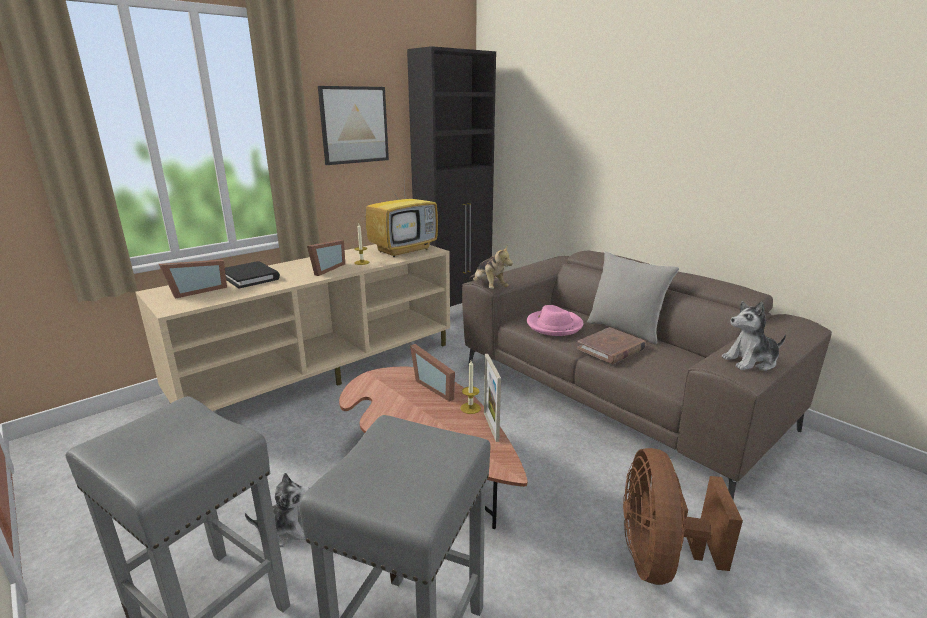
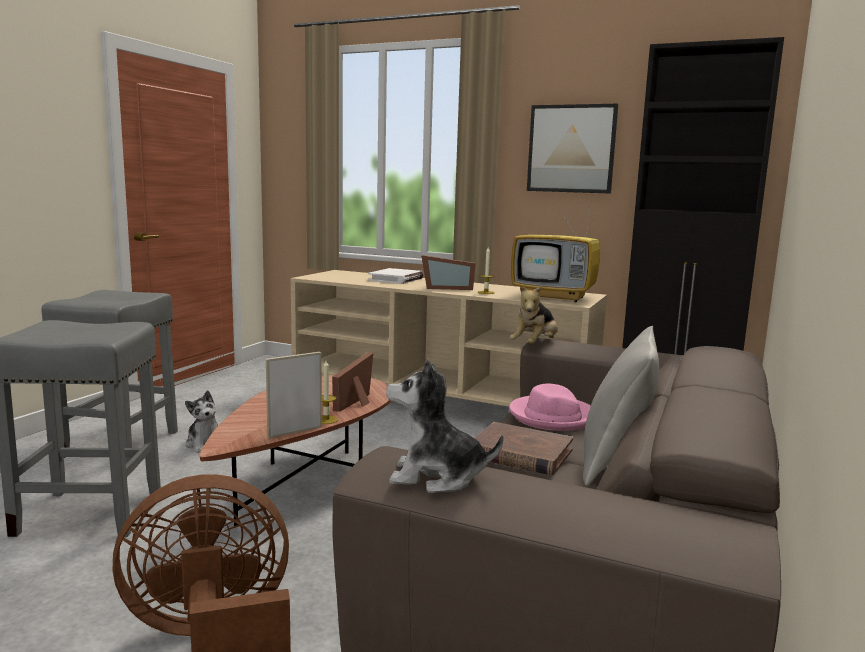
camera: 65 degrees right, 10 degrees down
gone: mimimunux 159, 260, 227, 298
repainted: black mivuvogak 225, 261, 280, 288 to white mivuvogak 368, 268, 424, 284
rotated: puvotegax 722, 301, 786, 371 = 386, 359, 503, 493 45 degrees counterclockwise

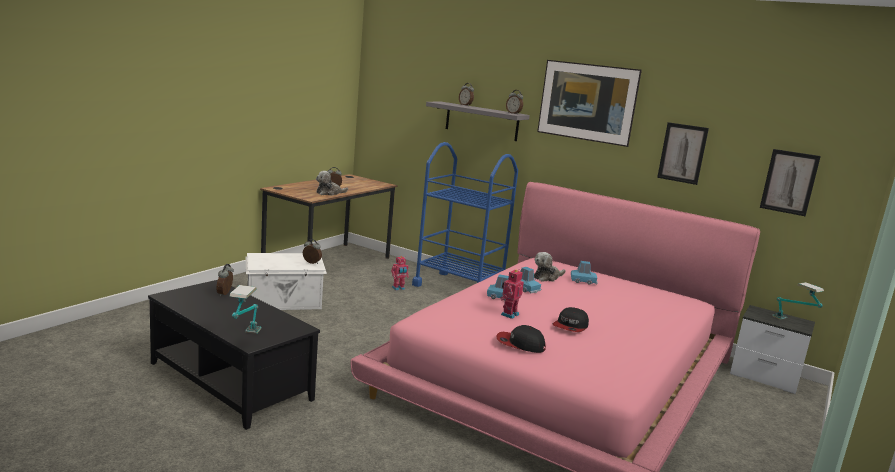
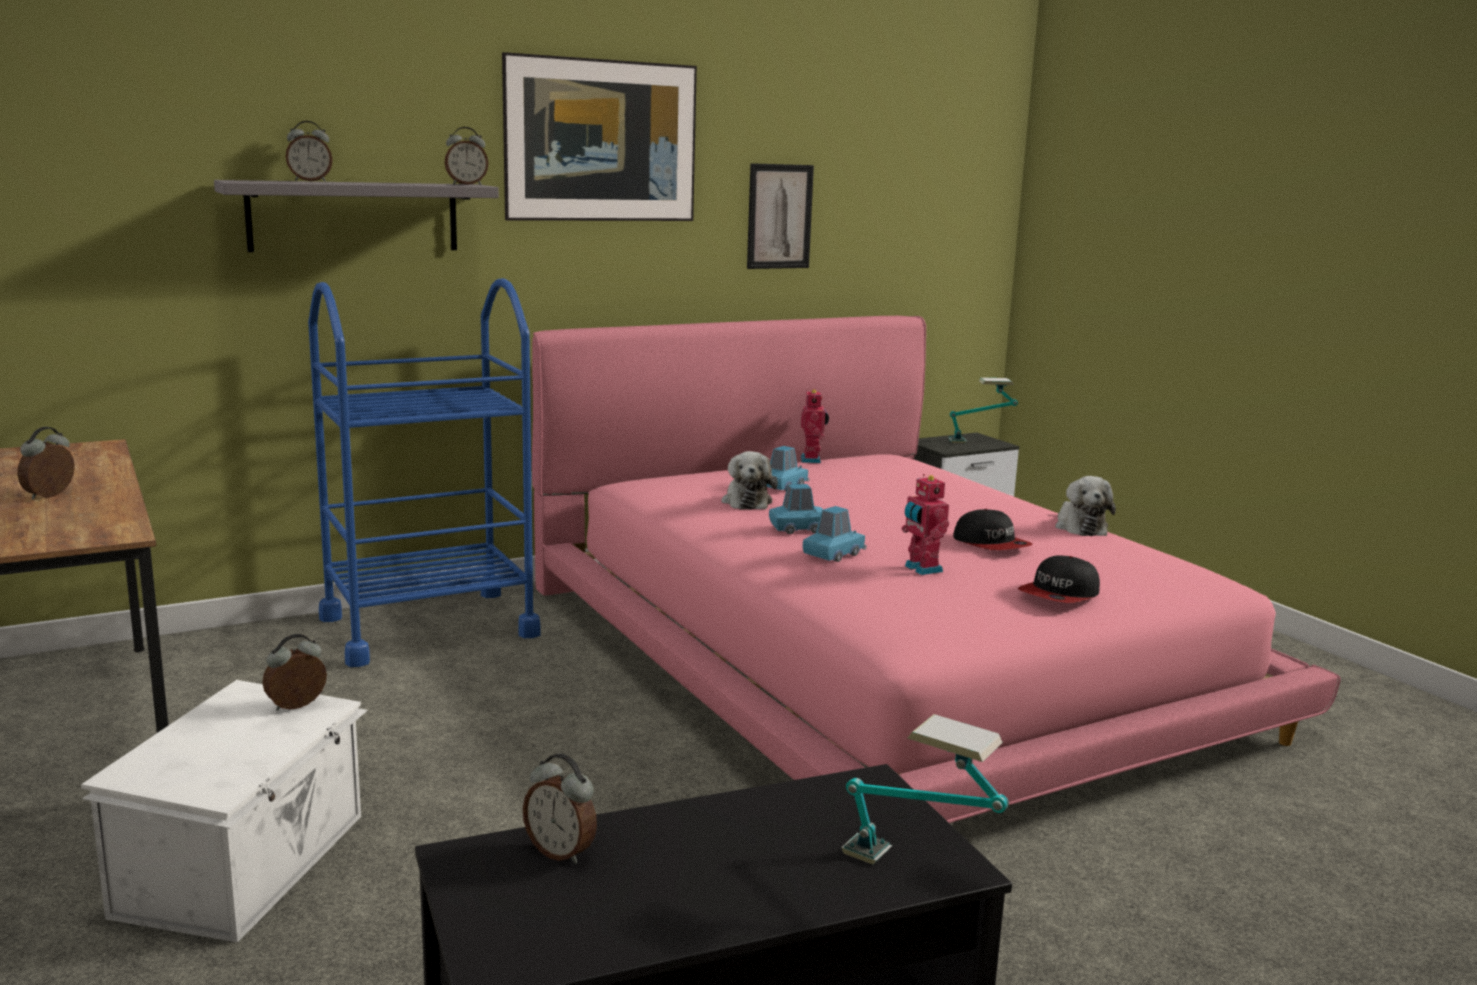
camera: 60 degrees left, 0 degrees up
gone: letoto 760, 149, 821, 216
shifted: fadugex 391, 256, 409, 290 to 800, 389, 829, 463; puvotegax 316, 171, 348, 195 to 1055, 476, 1116, 536

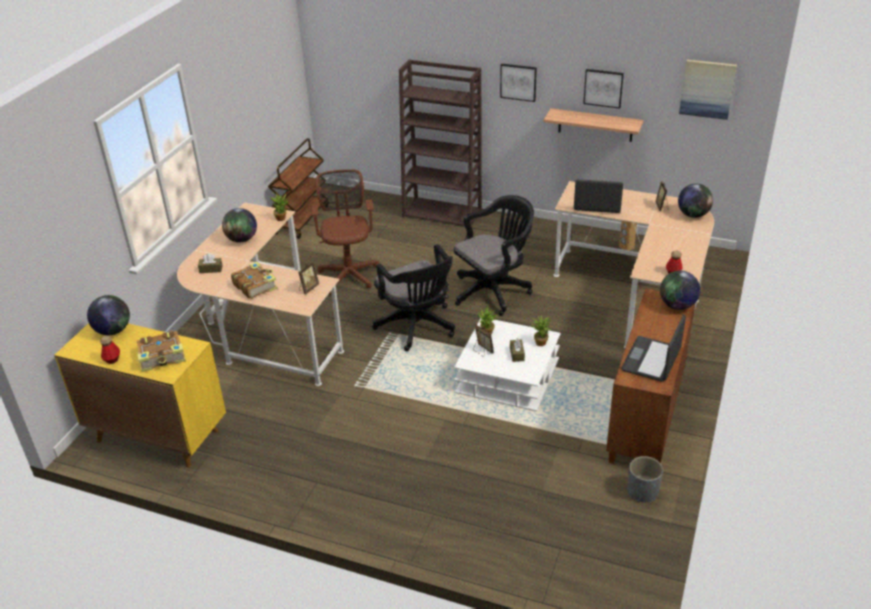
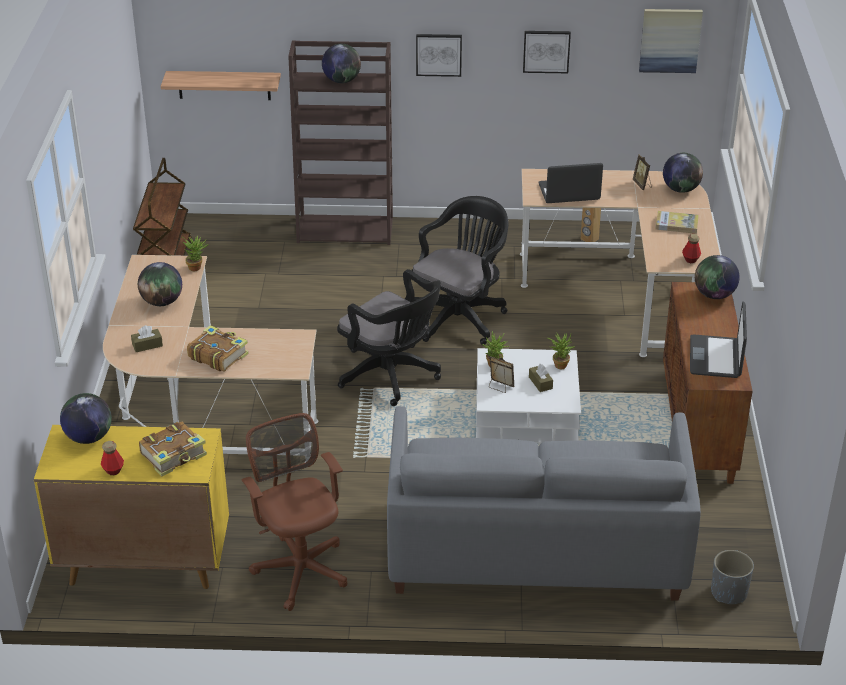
camera: 20 degrees left, 0 degrees up
gone: mimimunux 299, 261, 319, 295
new: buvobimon 322, 44, 361, 83; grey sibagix 387, 406, 701, 601; mivuvogak 655, 211, 699, 234
shifted: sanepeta 544, 108, 643, 142 to 161, 71, 281, 100; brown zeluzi 311, 169, 379, 295 to 242, 413, 347, 611; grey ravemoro 627, 456, 663, 503 to 711, 550, 754, 604

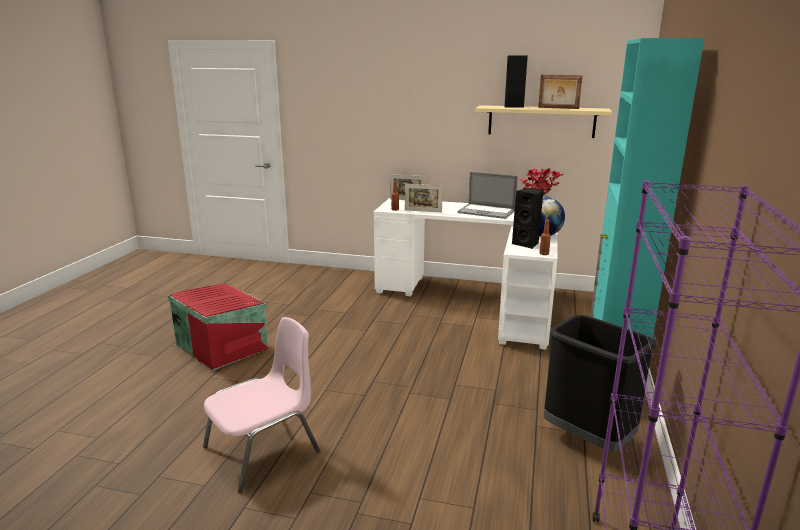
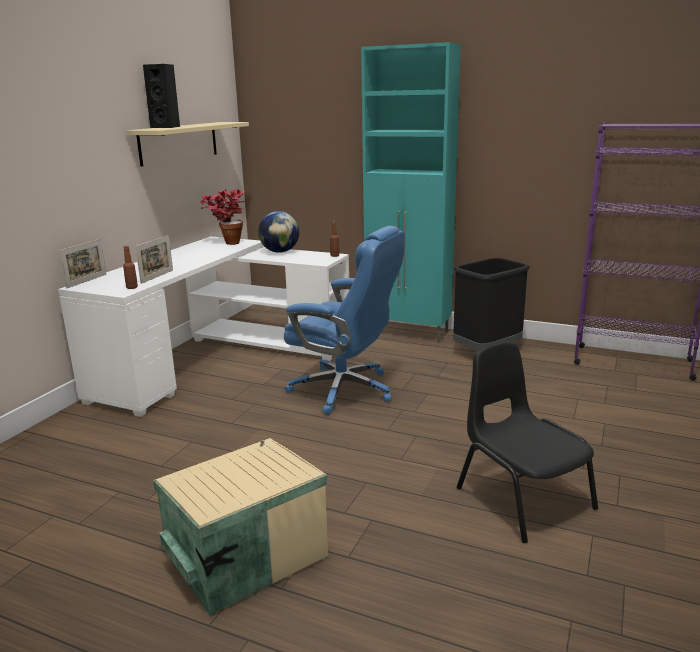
camera: 80 degrees left, 0 degrees up
gone: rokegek 458, 172, 518, 219; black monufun 512, 188, 543, 249; mimimunux 538, 75, 583, 109
new: blue zeluzi 284, 226, 405, 415
repainted: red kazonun 168, 283, 268, 371 to beige kazonun 153, 438, 328, 617; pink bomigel 203, 317, 320, 492 to black bomigel 457, 342, 598, 543

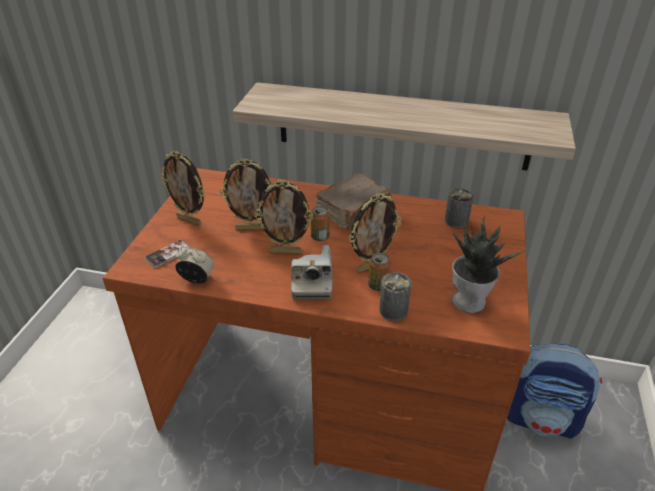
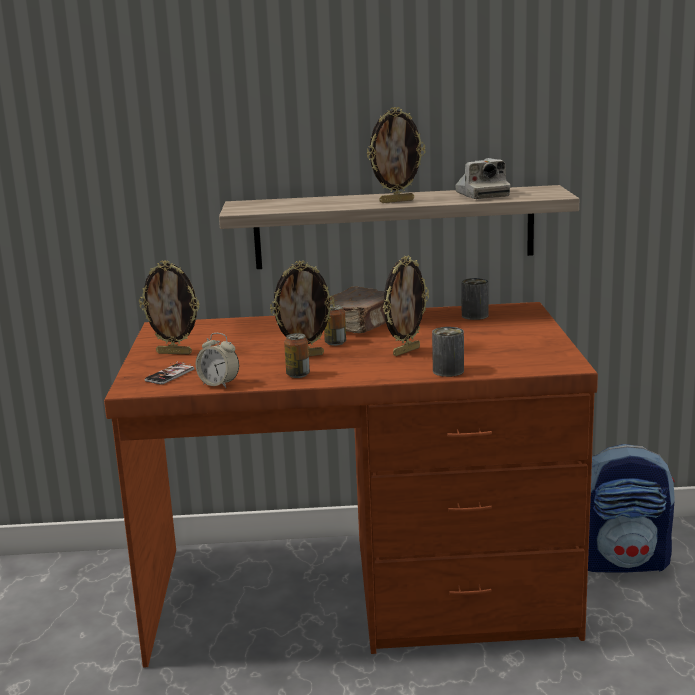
camera: 15 degrees left, 20 degrees down
gone: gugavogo 452, 216, 525, 313
shifted: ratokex 368, 253, 391, 291 to 284, 333, 310, 378; mimimunux 220, 158, 271, 230 to 367, 107, 425, 203; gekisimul 291, 245, 333, 300 to 455, 158, 511, 199
rotated: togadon 175, 247, 214, 284 = 196, 333, 239, 388 150 degrees counterclockwise

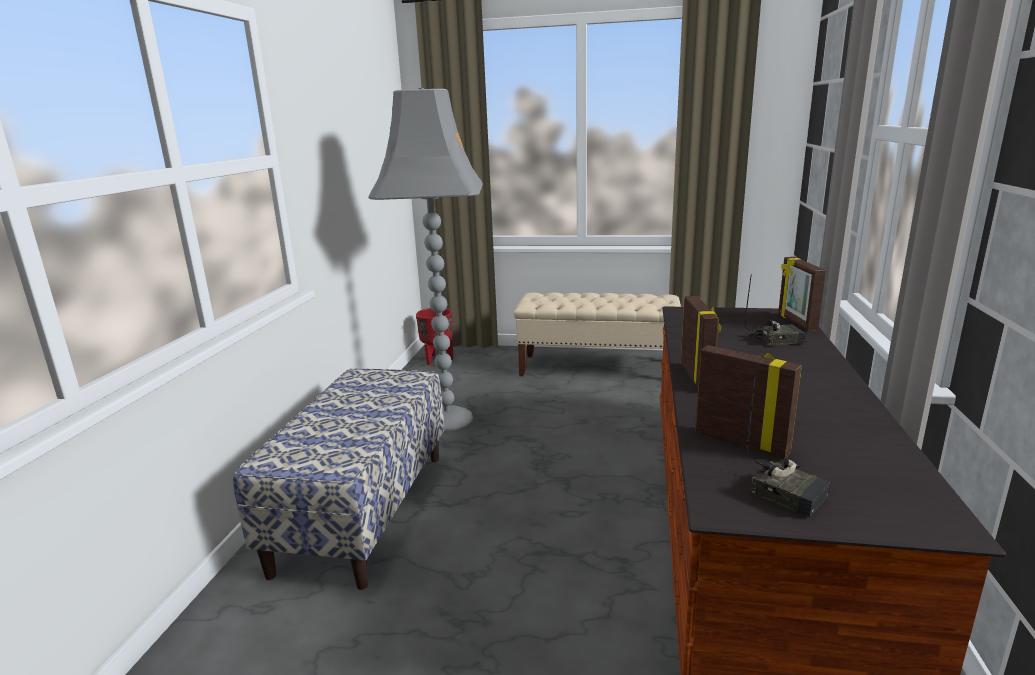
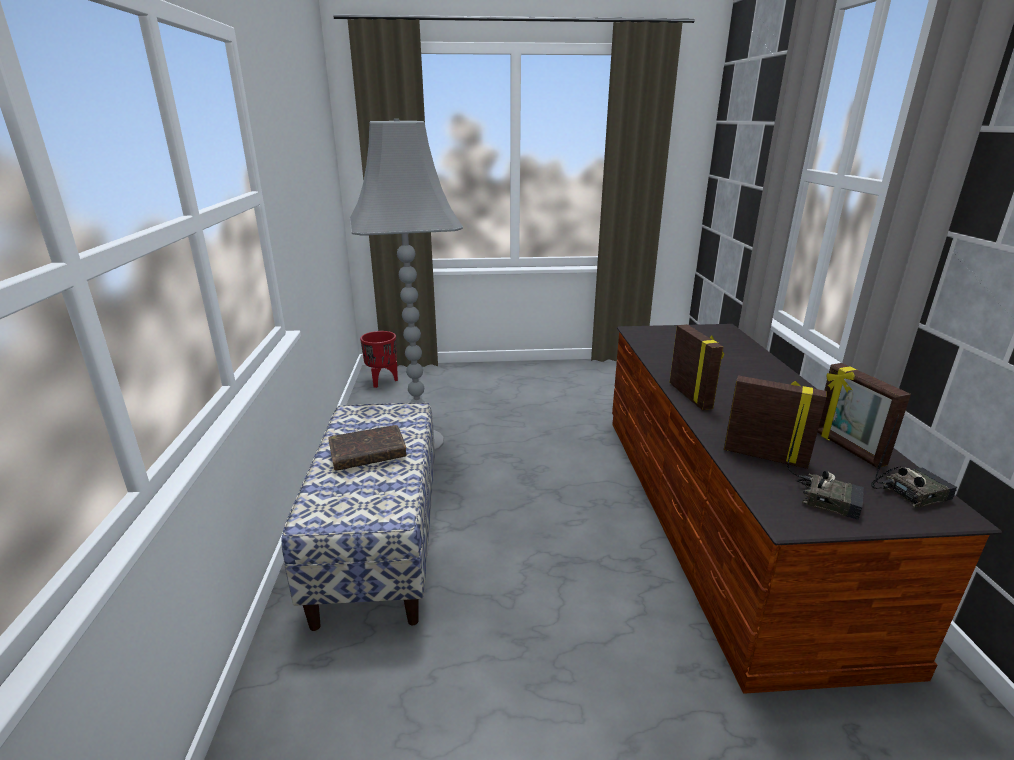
camera: 15 degrees left, 5 degrees up
gone: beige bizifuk 514, 292, 681, 376
new: brown mivuvogak 328, 425, 407, 470
shifted: mimimunux 778, 257, 826, 331 to 818, 363, 911, 468; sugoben 745, 274, 806, 345 to 871, 414, 957, 508

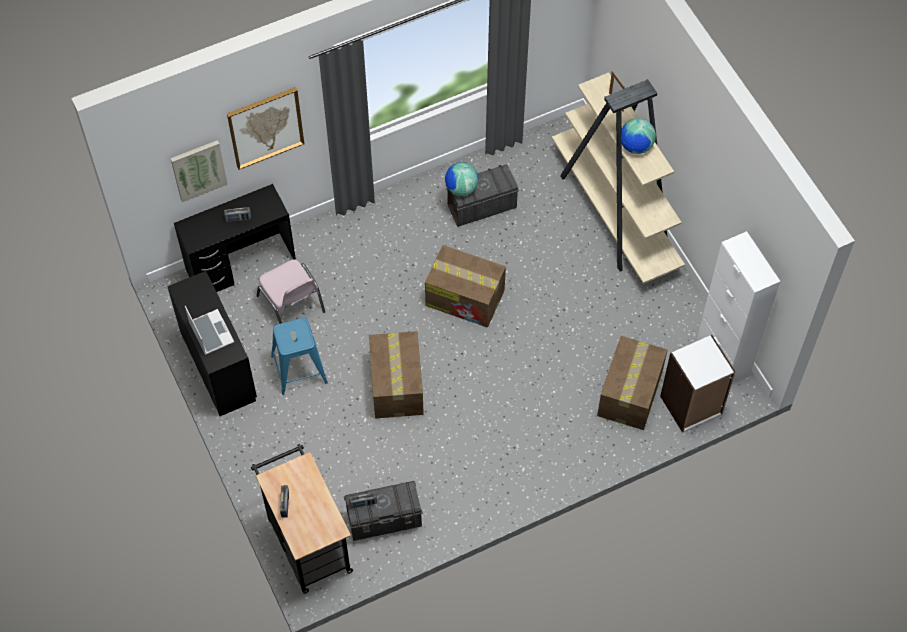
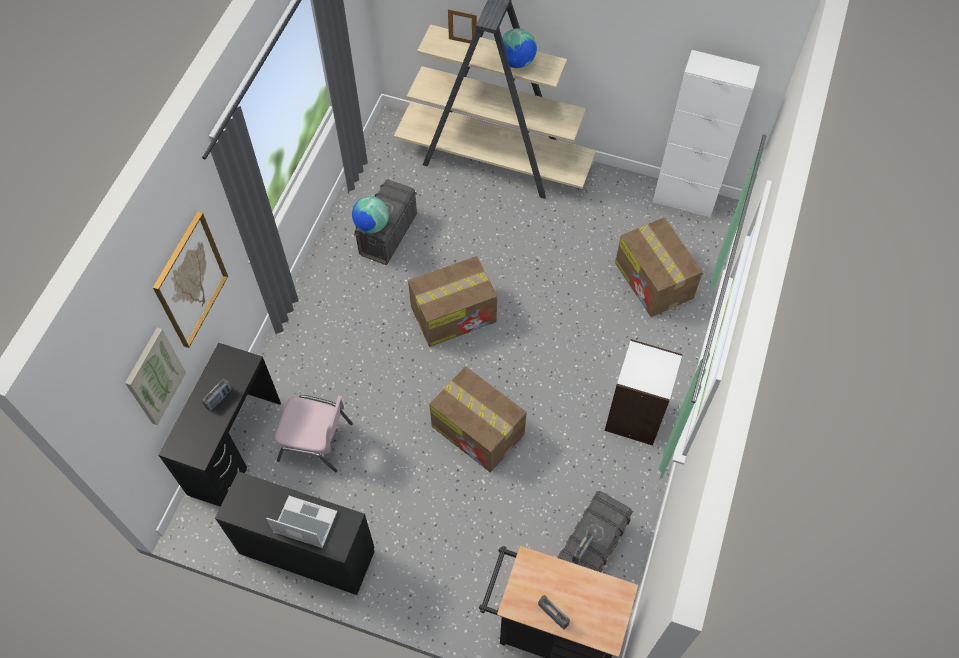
camera: 45 degrees left, 0 degrees up
gone: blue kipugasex 271, 318, 328, 395
shifted: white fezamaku 660, 335, 736, 433 to 605, 339, 683, 446

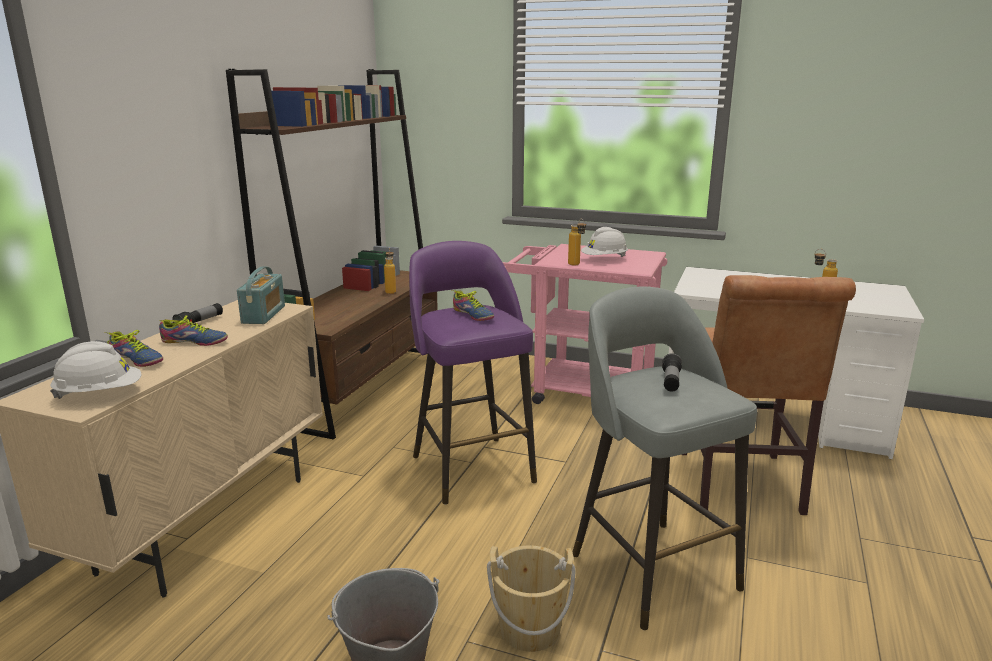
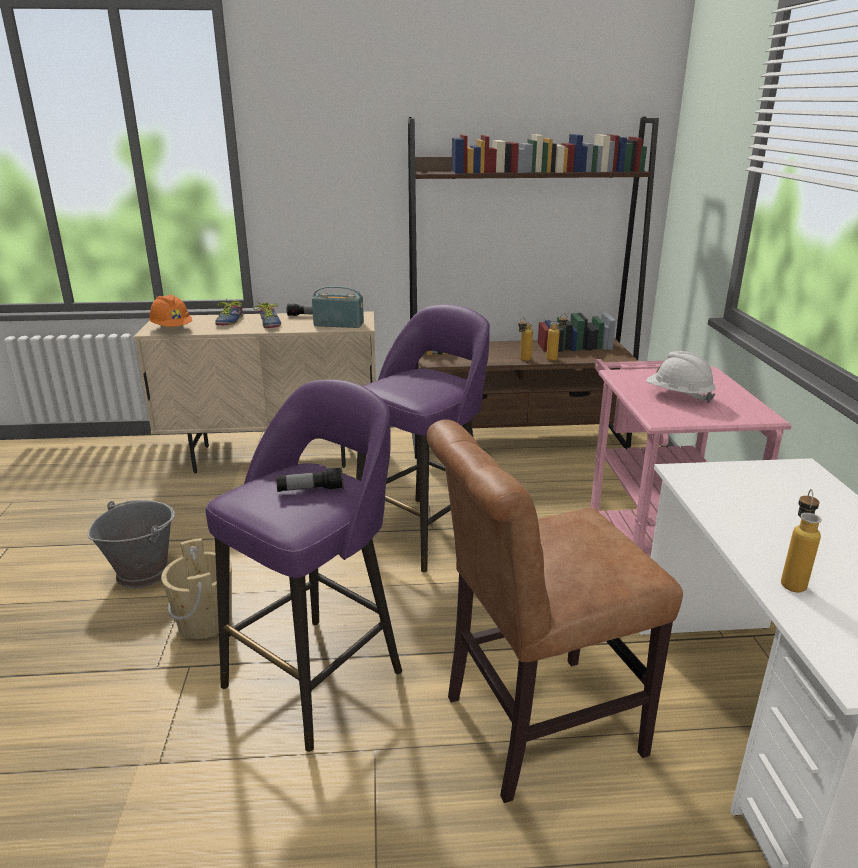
camera: 65 degrees right, 5 degrees up
gone: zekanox 451, 290, 494, 321
shifted: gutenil 568, 219, 586, 265 to 518, 317, 533, 361
repainted: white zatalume 50, 341, 141, 399 to orange zatalume 149, 294, 192, 327; grey kipugasex 573, 287, 757, 630 to purple kipugasex 206, 379, 402, 752
rotated: sugoben 237, 266, 285, 324 = 312, 286, 364, 328 150 degrees counterclockwise

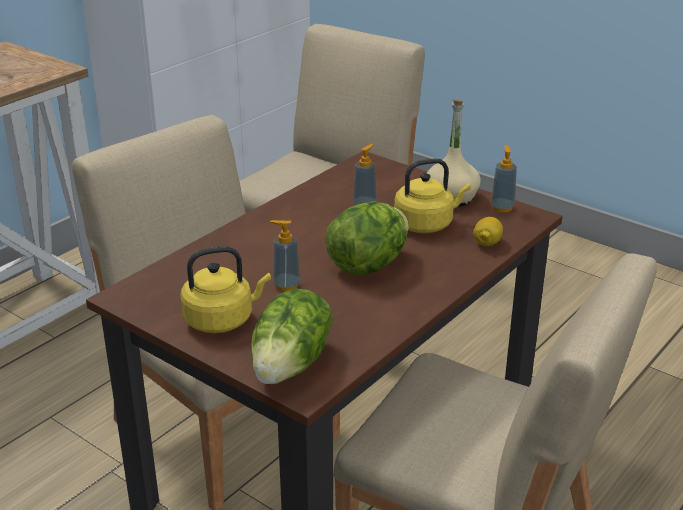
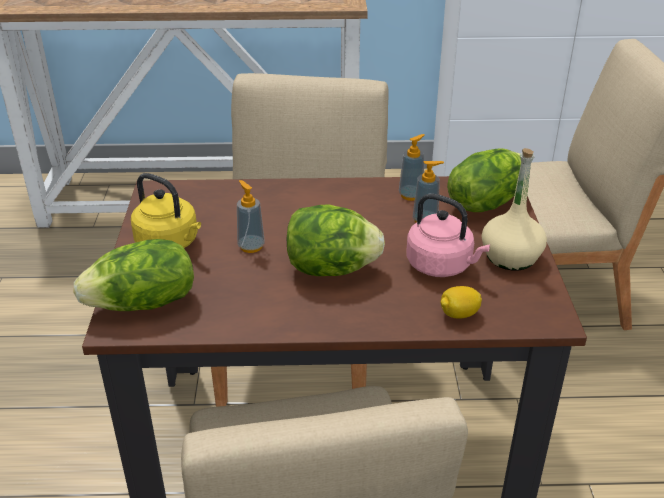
camera: 50 degrees right, 5 degrees up
new: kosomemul 447, 148, 521, 212
shifted: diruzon 491, 145, 517, 212 to 399, 134, 425, 201
repainted: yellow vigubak 394, 158, 471, 233 to pink vigubak 406, 194, 490, 277

